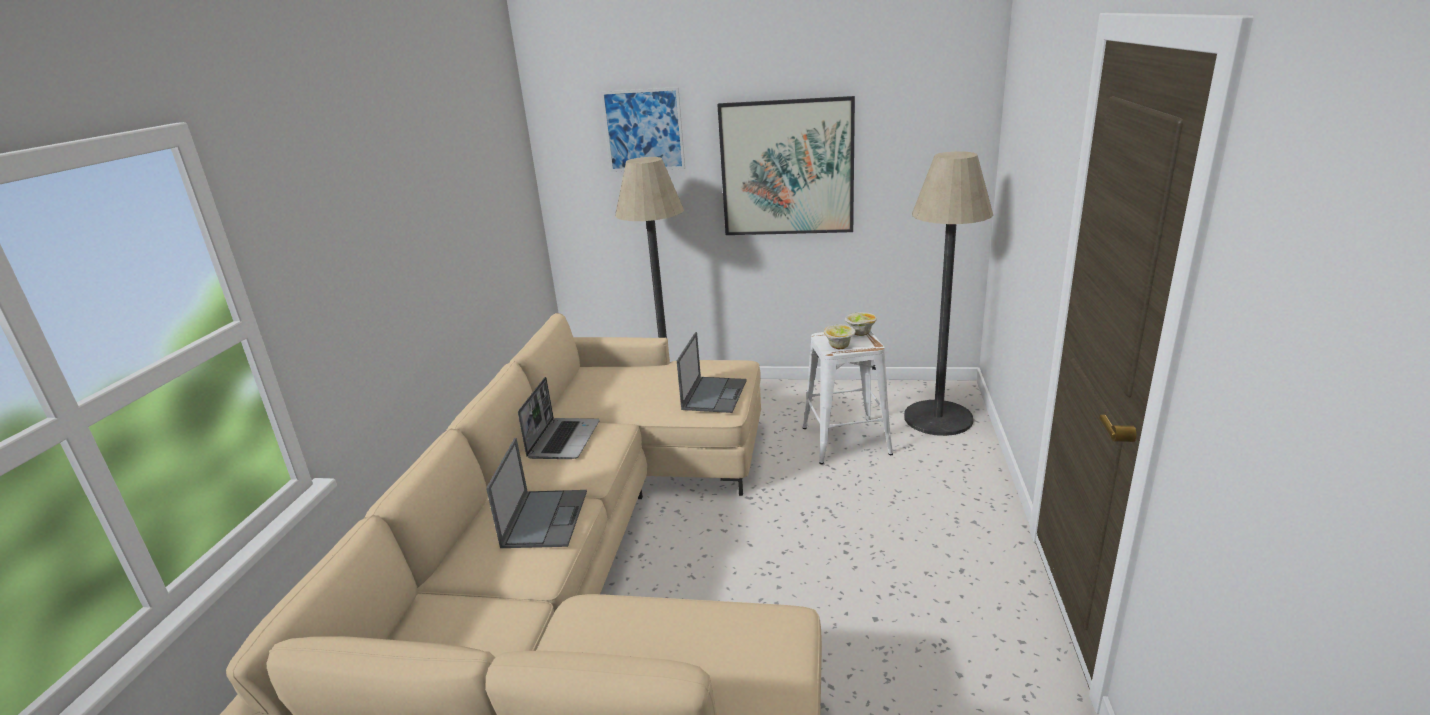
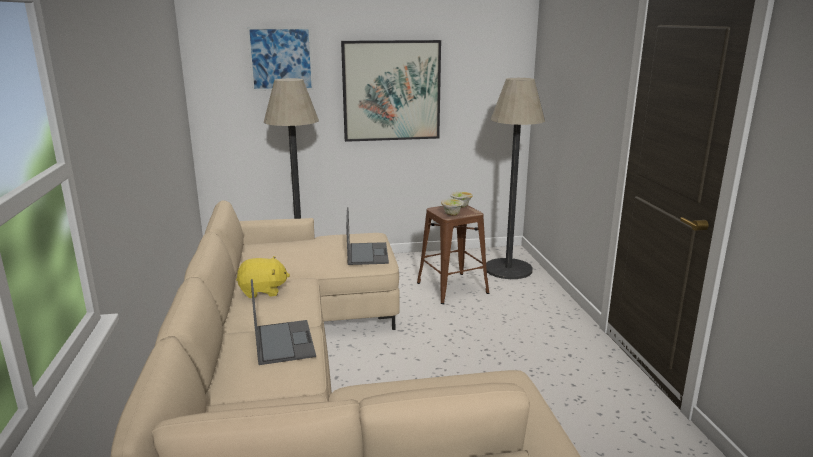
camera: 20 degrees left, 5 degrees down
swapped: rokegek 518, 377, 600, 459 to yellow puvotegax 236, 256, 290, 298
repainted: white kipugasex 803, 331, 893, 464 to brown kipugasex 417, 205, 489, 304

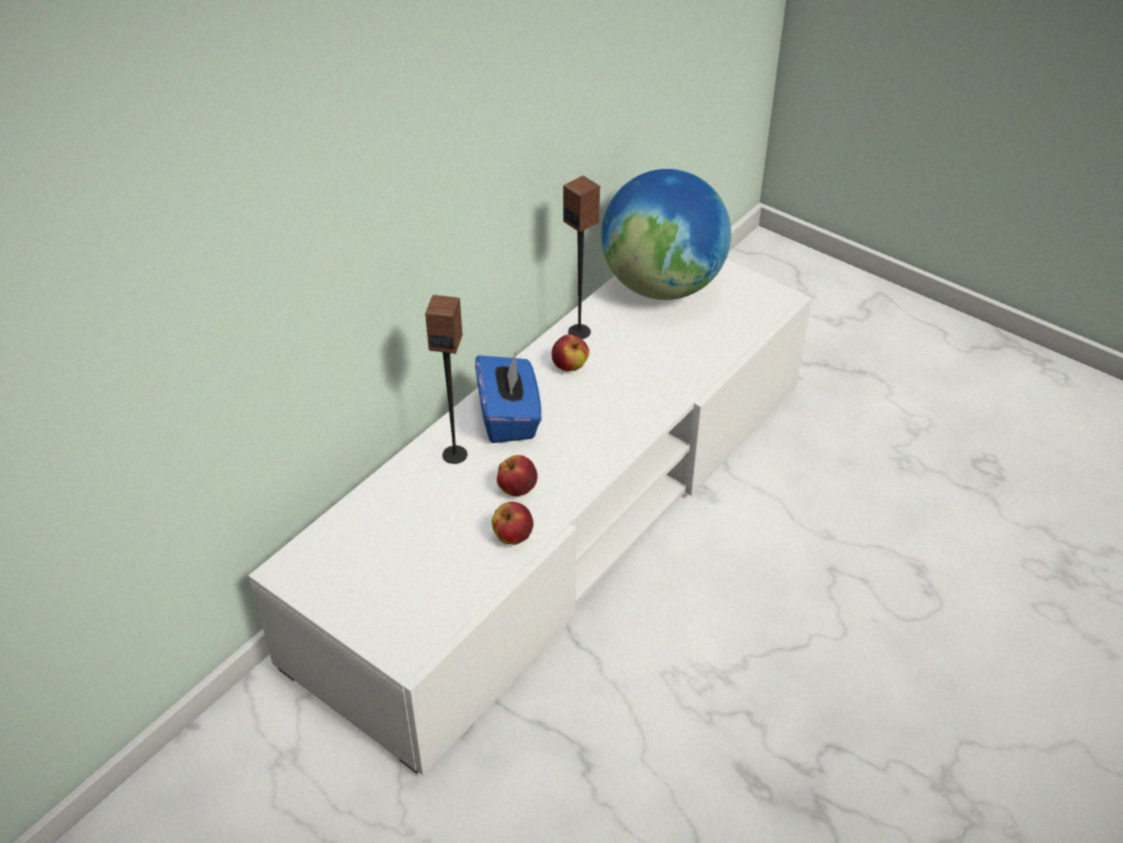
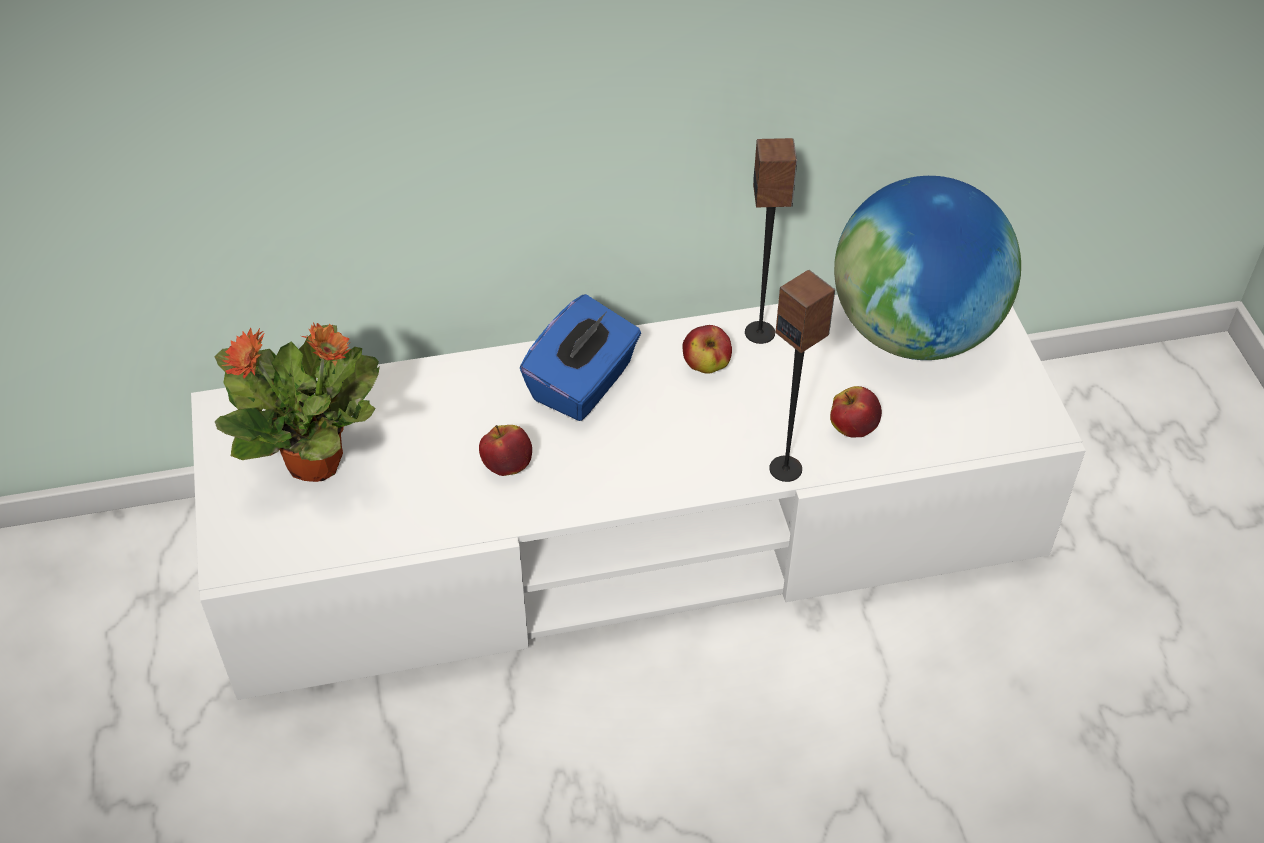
camera: 40 degrees right, 5 degrees up
new: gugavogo 215, 322, 380, 482
shifted: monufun 425, 295, 467, 464 to 769, 270, 835, 482; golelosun 492, 502, 534, 545 to 830, 386, 882, 437

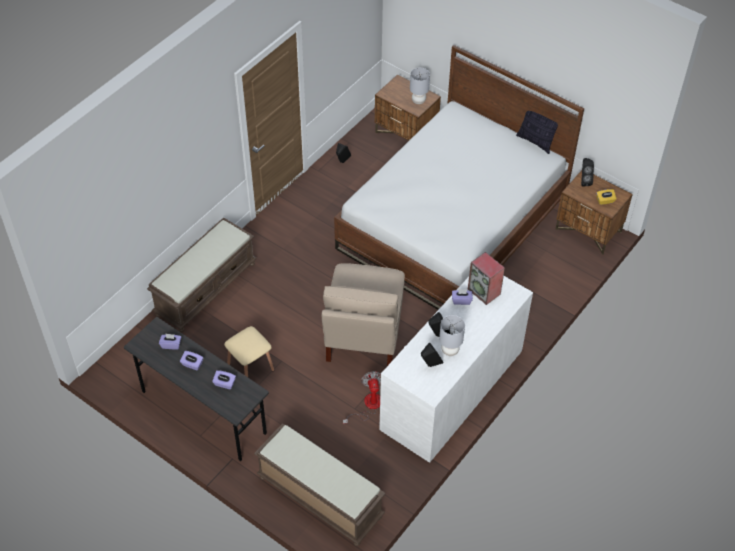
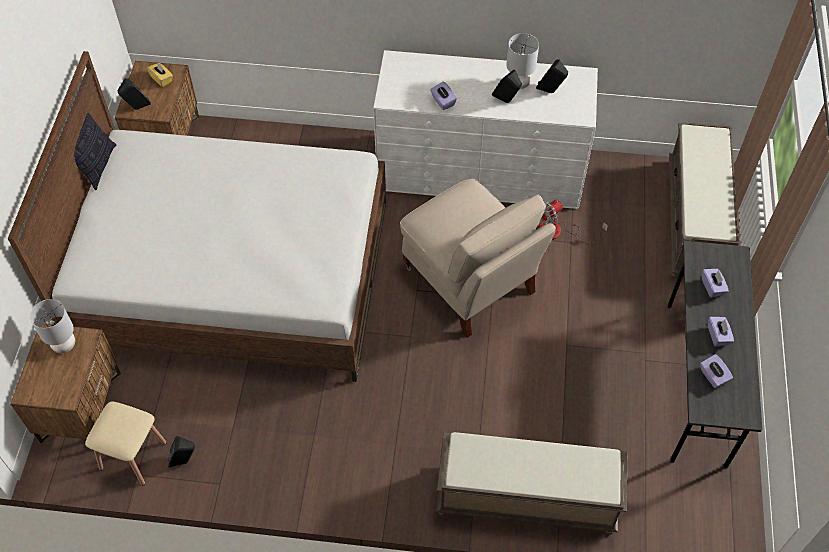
camera: 120 degrees left, 5 degrees up
gone: monufun 468, 252, 505, 305
shifted: beige kipugasex 224, 326, 274, 377 to 85, 402, 167, 485
rotated: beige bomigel 321, 263, 405, 366 = 400, 179, 556, 338 75 degrees clockwise

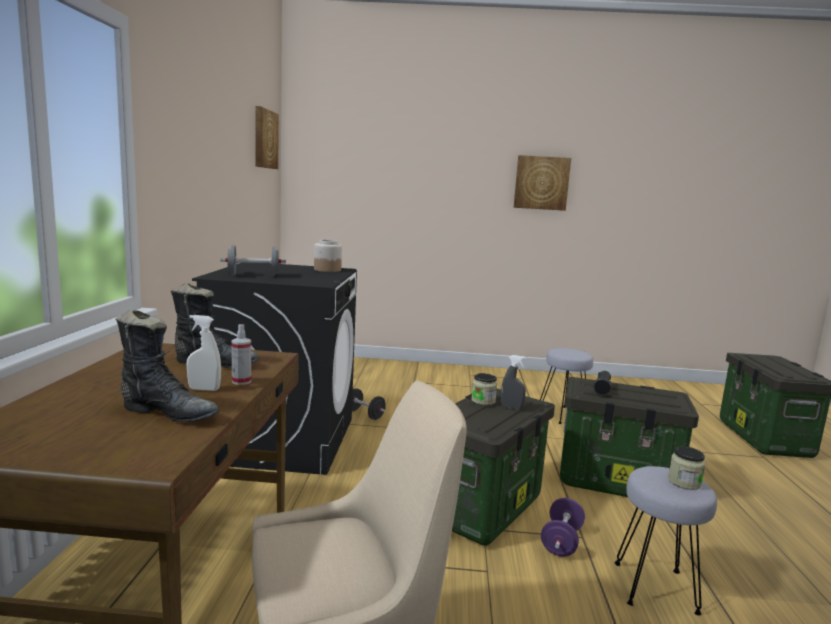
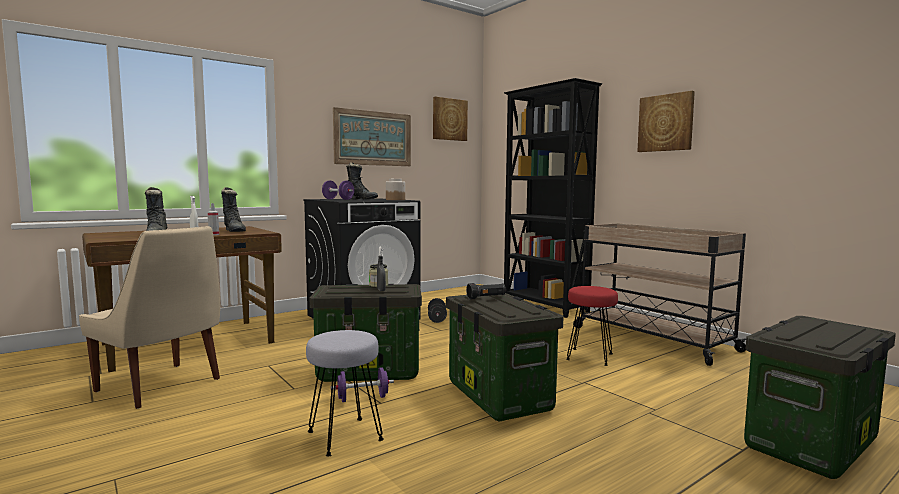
camera: 50 degrees right, 5 degrees down
gone: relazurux 668, 446, 705, 490
new: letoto 333, 107, 411, 166; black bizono 346, 162, 378, 199; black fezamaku 504, 78, 602, 318; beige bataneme 573, 223, 746, 366
repainted: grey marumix 221, 245, 286, 276 to purple marumix 322, 181, 354, 200; grey kipugasex 540, 348, 593, 424 to red kipugasex 566, 286, 618, 366

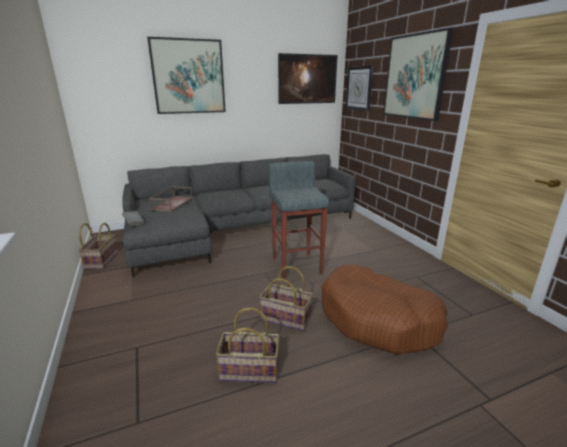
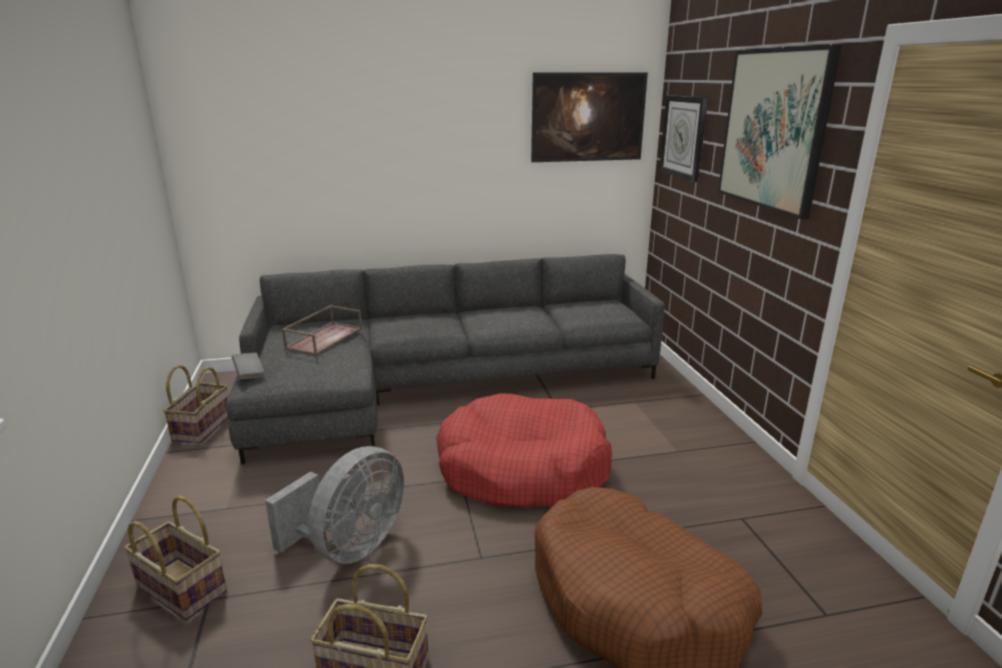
camera: 10 degrees right, 0 degrees up
gone: letoto 147, 37, 226, 114
new: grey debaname 265, 446, 404, 564
shifted: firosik 259, 266, 313, 331 to 124, 496, 227, 621
swapped: grey kipugasex 269, 161, 329, 279 to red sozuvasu 436, 394, 612, 508

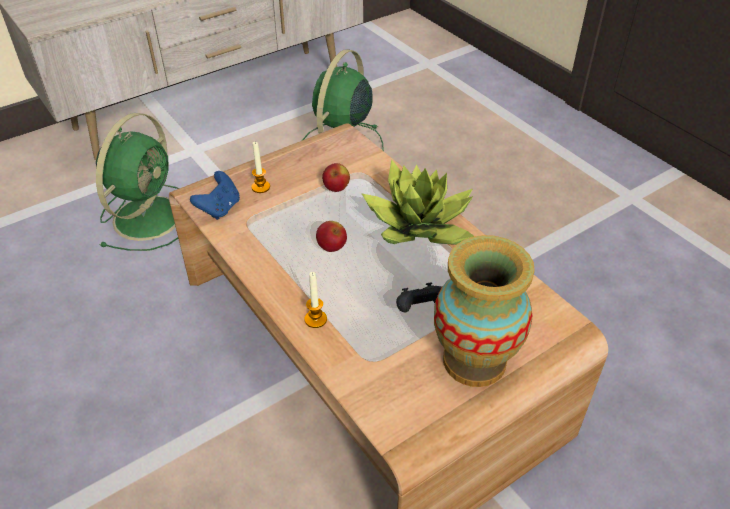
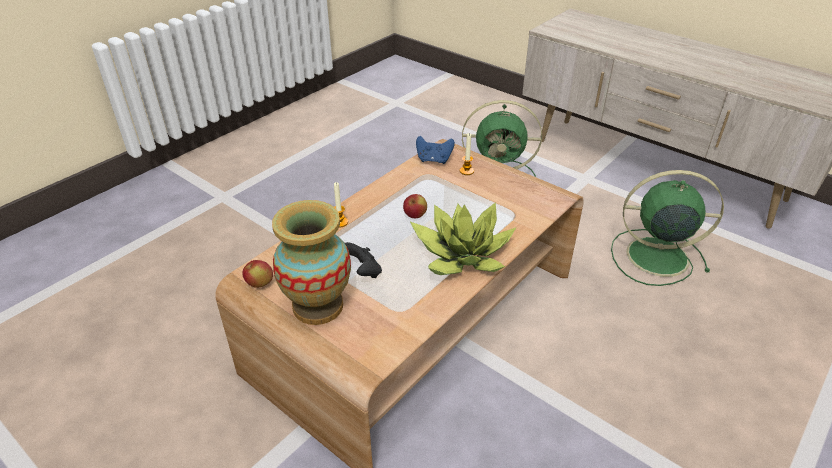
camera: 75 degrees right, 5 degrees down
shifted: golelosun 322, 163, 350, 192 to 242, 260, 273, 288

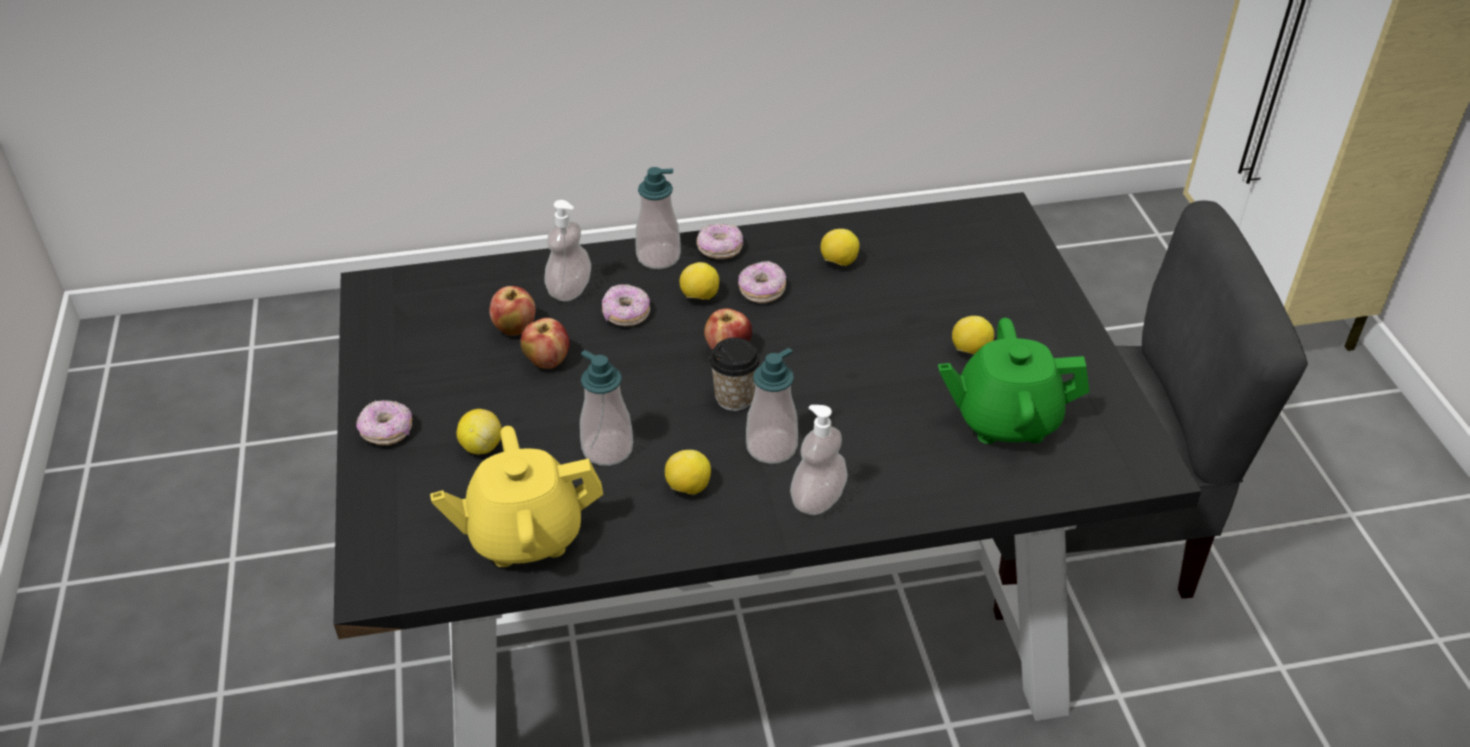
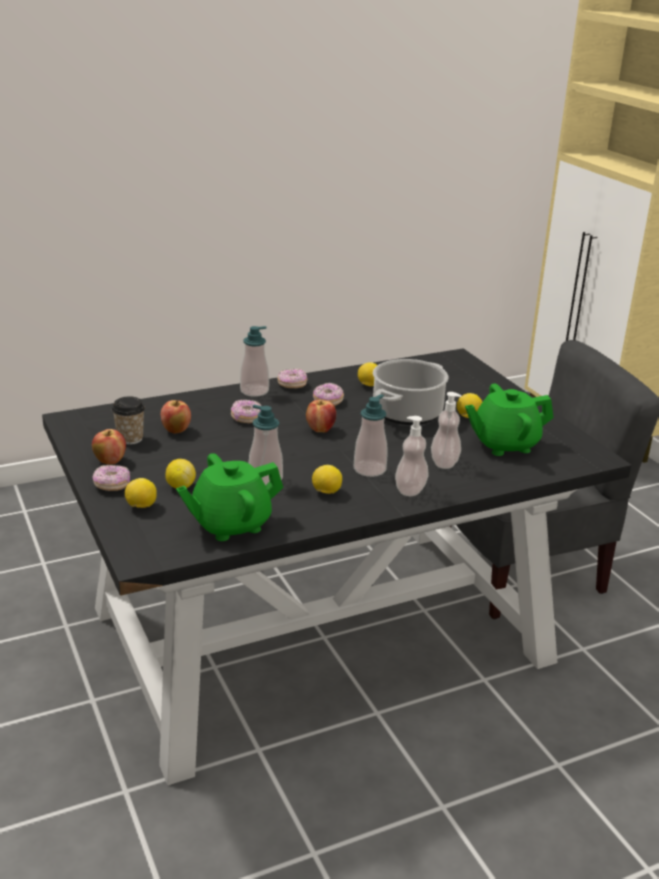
camera: 15 degrees left, 15 degrees down
new: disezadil 373, 359, 448, 425
shifted: golelosun 521, 318, 570, 369 to 92, 429, 126, 465; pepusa 709, 338, 760, 411 to 112, 396, 145, 445; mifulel 680, 262, 719, 300 to 125, 478, 157, 508; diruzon 544, 200, 591, 301 to 431, 392, 461, 469
repainted: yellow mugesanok 430, 426, 603, 567 to green mugesanok 176, 453, 283, 541

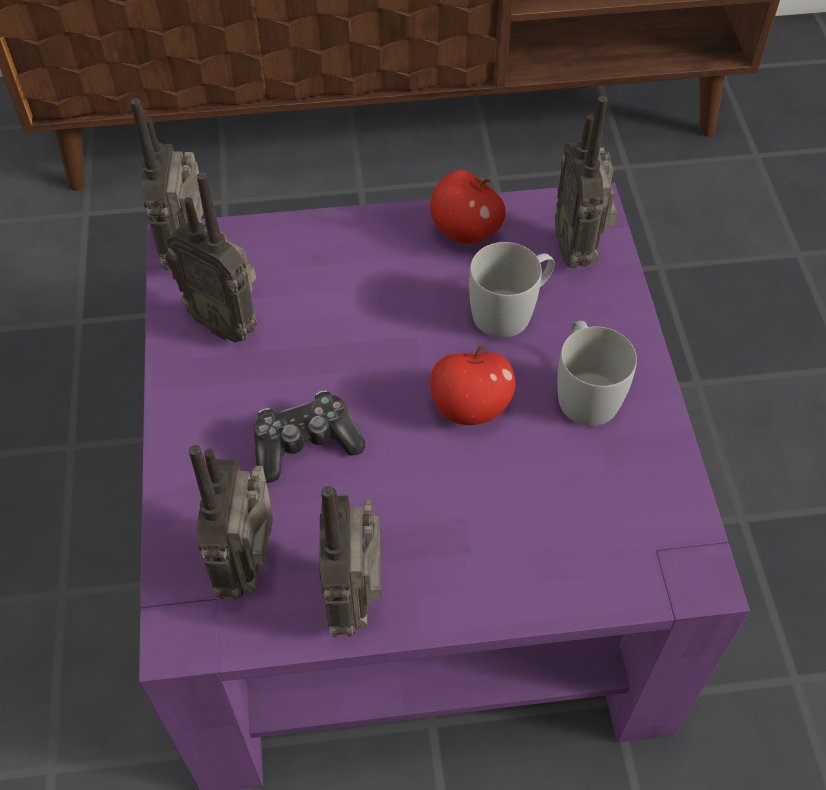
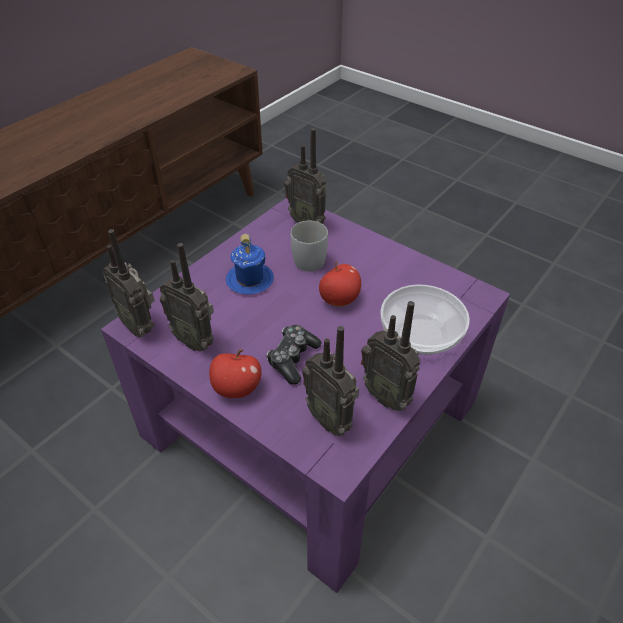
camera: 45 degrees left, 10 degrees down
gone: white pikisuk 557, 321, 637, 426
new: blue pikisuk 226, 234, 274, 294; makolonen 381, 285, 470, 355
shifted: golelosun 430, 170, 506, 244 to 209, 349, 261, 398
rotated: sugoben 166, 172, 257, 343 = 159, 243, 214, 352 45 degrees clockwise

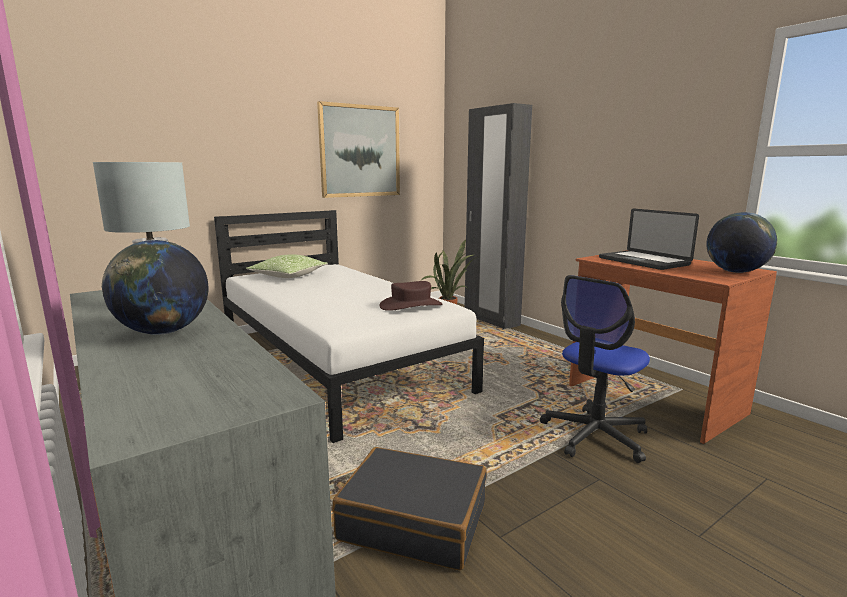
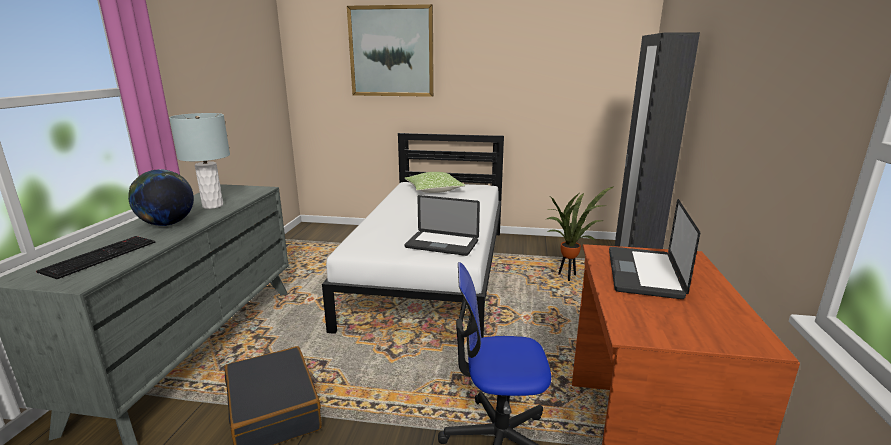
camera: 45 degrees right, 5 degrees up
gone: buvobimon 706, 212, 777, 273
new: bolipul 36, 236, 156, 279
shifted: letoto 317, 101, 400, 198 to 347, 4, 434, 97
swapped: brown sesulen 380, 281, 443, 311 to rokegek 404, 195, 480, 256

